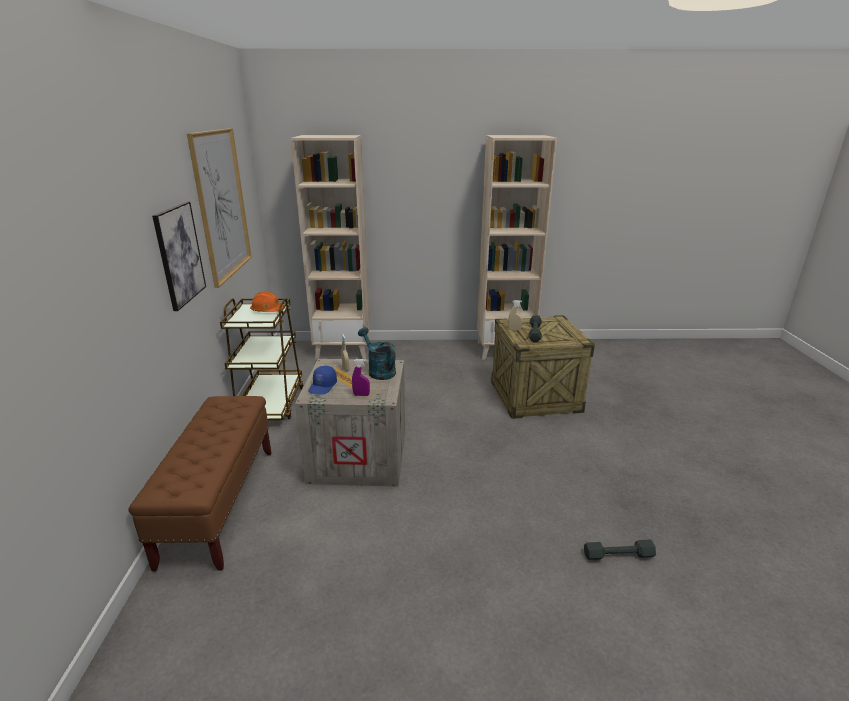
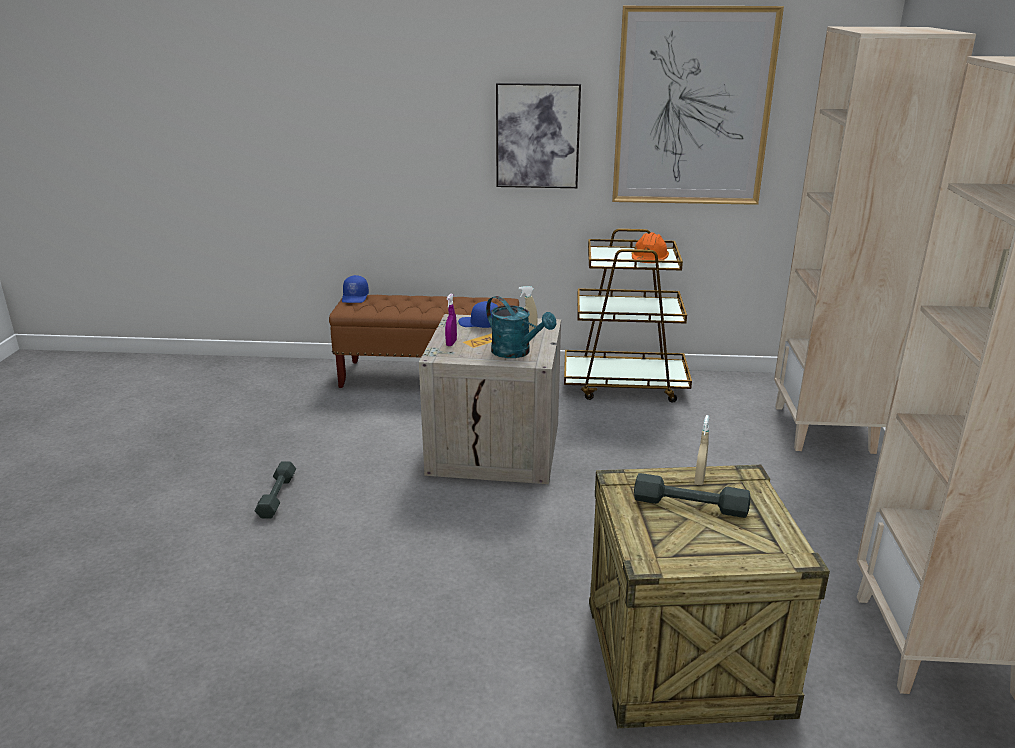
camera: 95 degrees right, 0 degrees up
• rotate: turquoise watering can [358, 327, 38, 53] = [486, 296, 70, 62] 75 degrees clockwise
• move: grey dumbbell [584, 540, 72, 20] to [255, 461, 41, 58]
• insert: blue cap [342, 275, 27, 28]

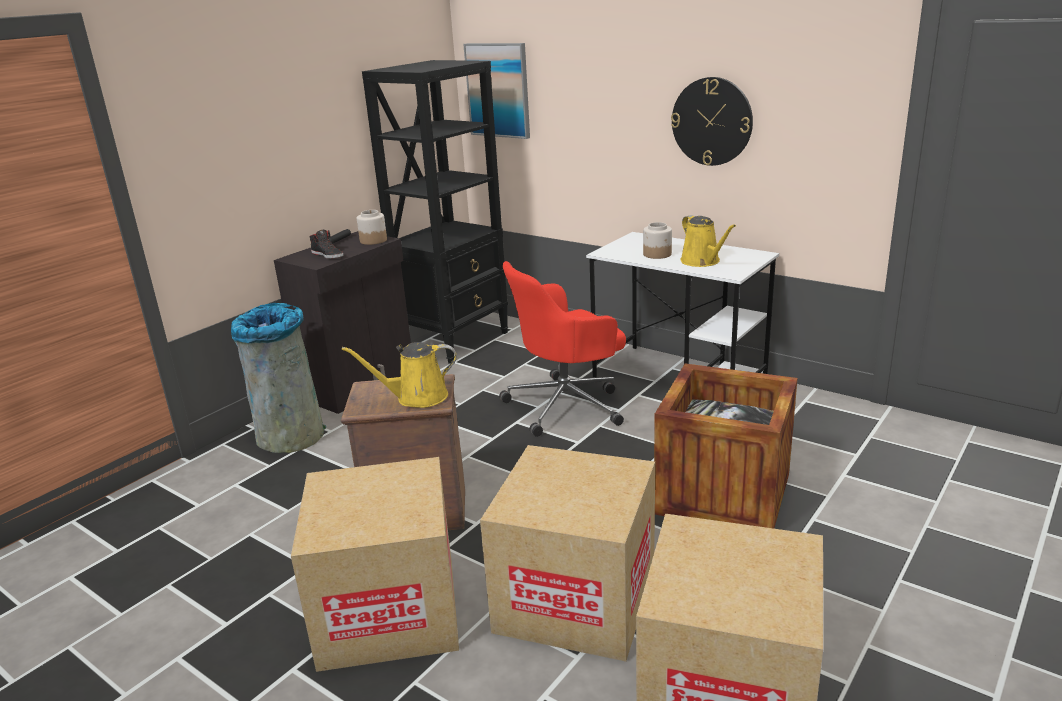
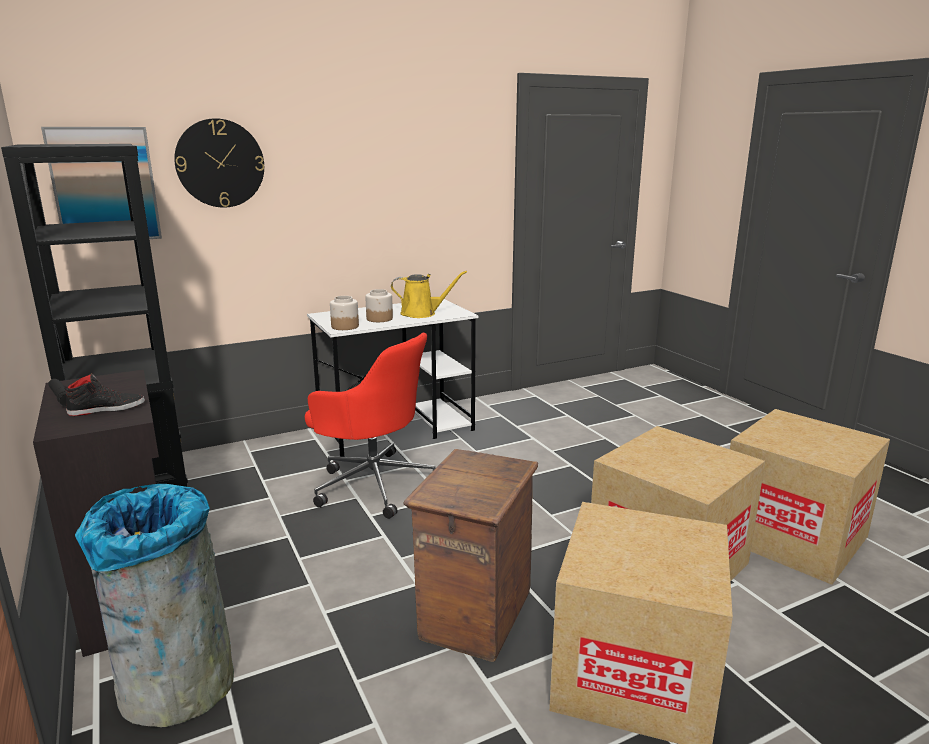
camera: 65 degrees left, 5 degrees down
• delete: yellow watering can [342, 342, 115, 66]
• move: jar [357, 210, 30, 35] to [330, 296, 29, 34]
• rotate: red office chair [499, 261, 127, 176] = [305, 333, 130, 186] 60 degrees counterclockwise
• delete: crate [654, 364, 144, 165]
• move: wall clock [671, 77, 82, 89] to [174, 118, 90, 90]

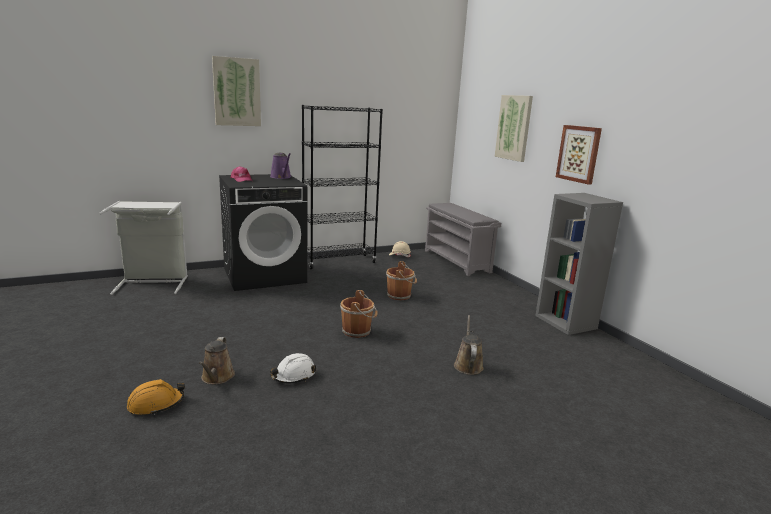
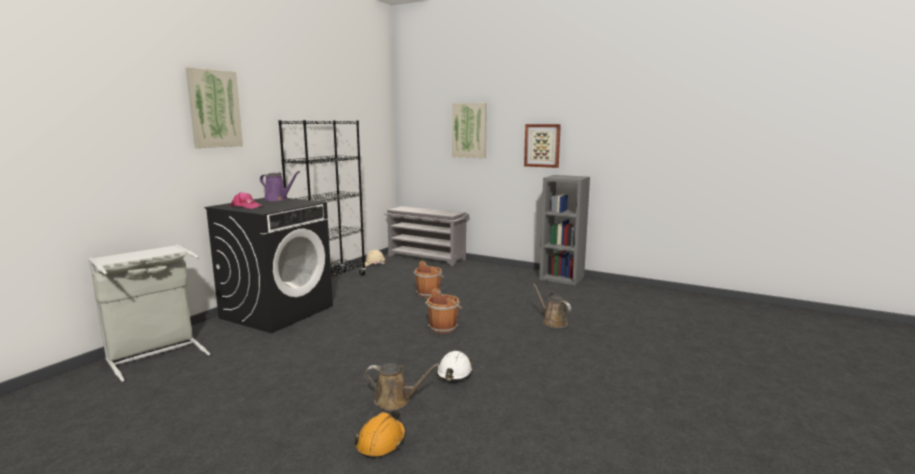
camera: 35 degrees left, 5 degrees down
• rotate: brown watering can [199, 337, 36, 47] = [365, 363, 75, 47] 45 degrees counterclockwise

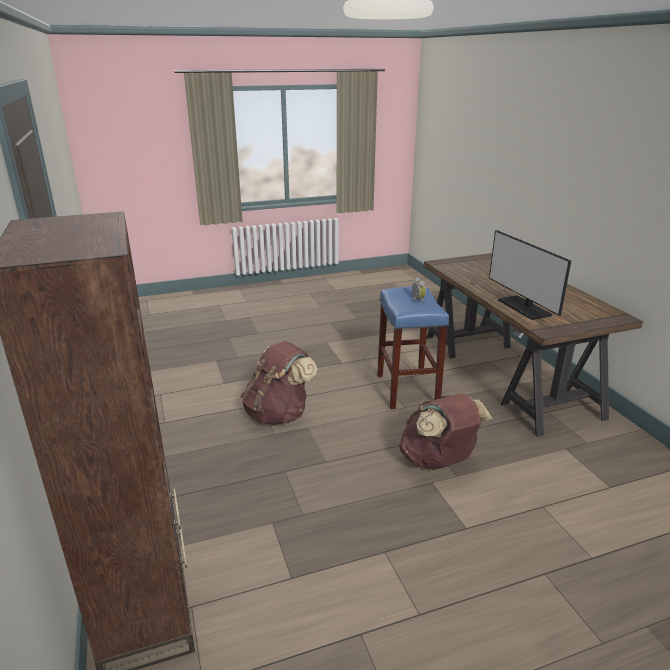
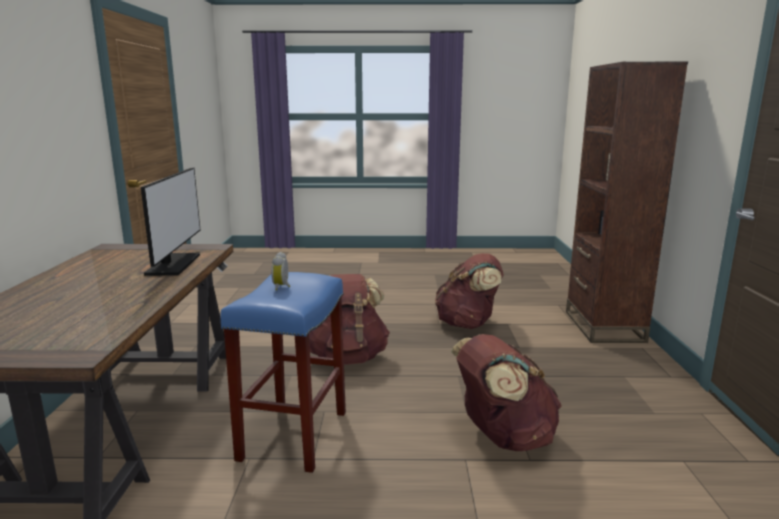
camera: 160 degrees left, 10 degrees down
• insert: brown backpack [435, 253, 69, 76]

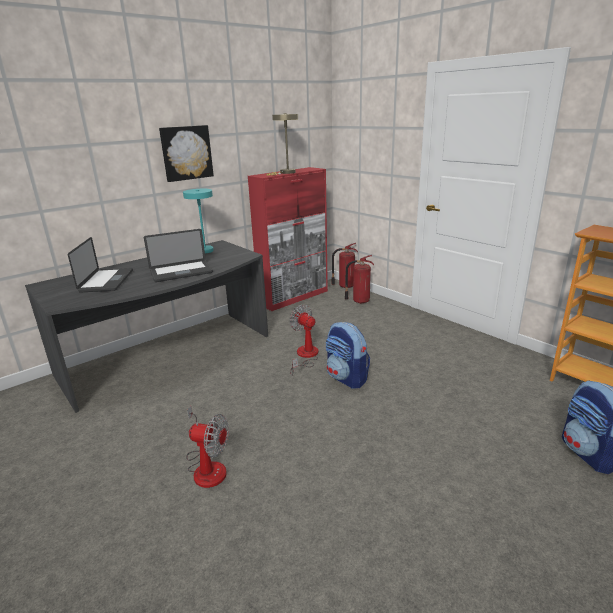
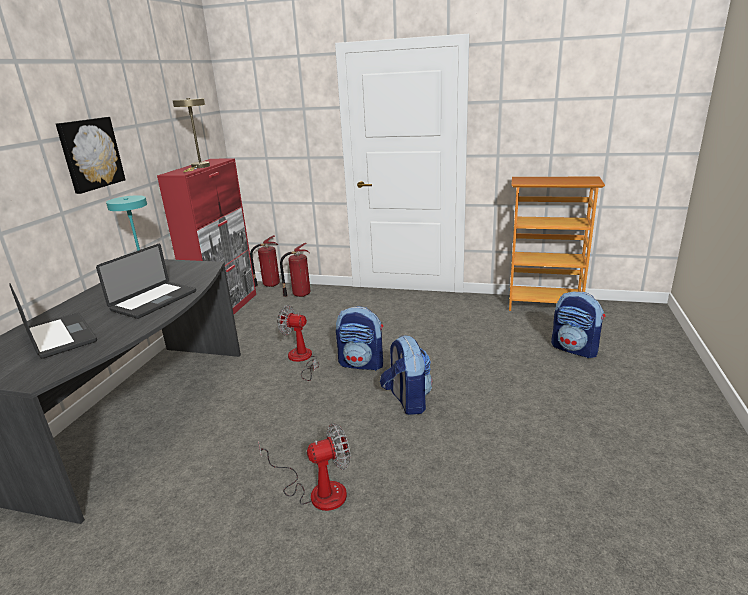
camera: 35 degrees left, 0 degrees up
• insert: backpack [380, 336, 52, 79]

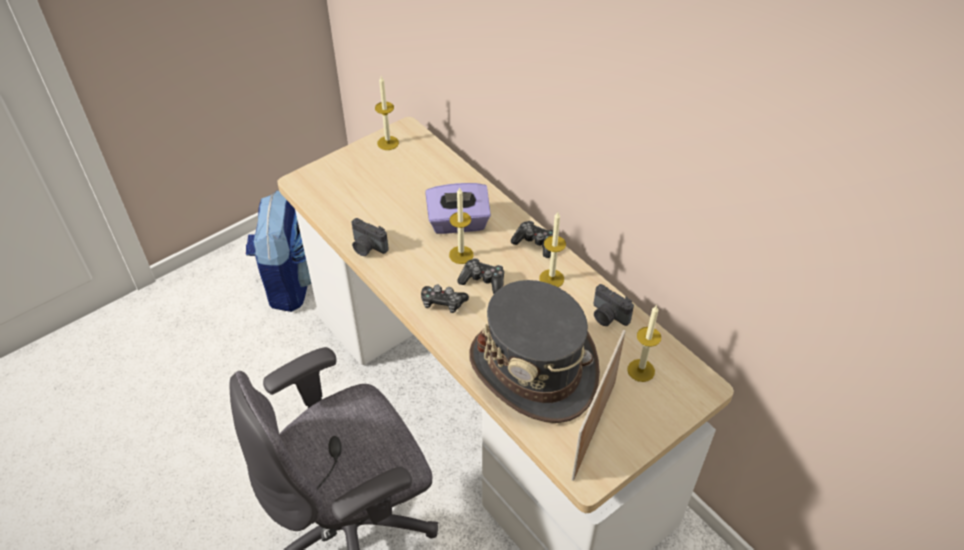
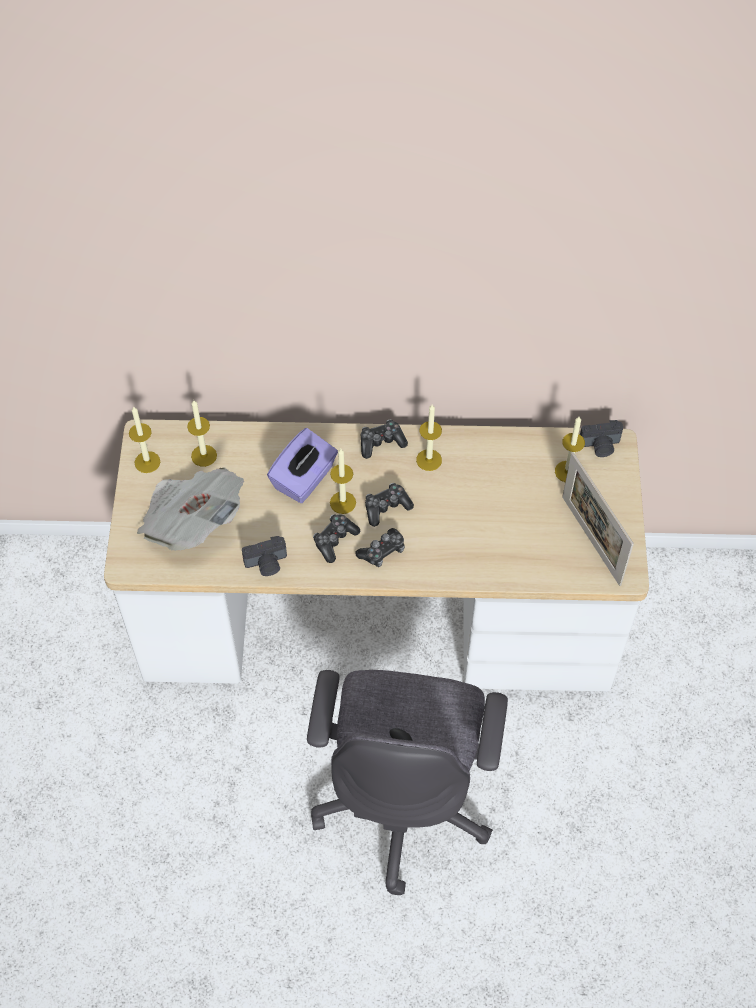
camera: 50 degrees left, 10 degrees up
• delete: backpack [246, 190, 65, 122]
• delete: grey hat [469, 280, 131, 143]
• move: photo camera [594, 284, 40, 42] to [580, 420, 43, 37]
• insert: newspaper [137, 468, 107, 83]
• insert: candle [187, 400, 30, 67]
• insert: game controller [313, 514, 47, 49]

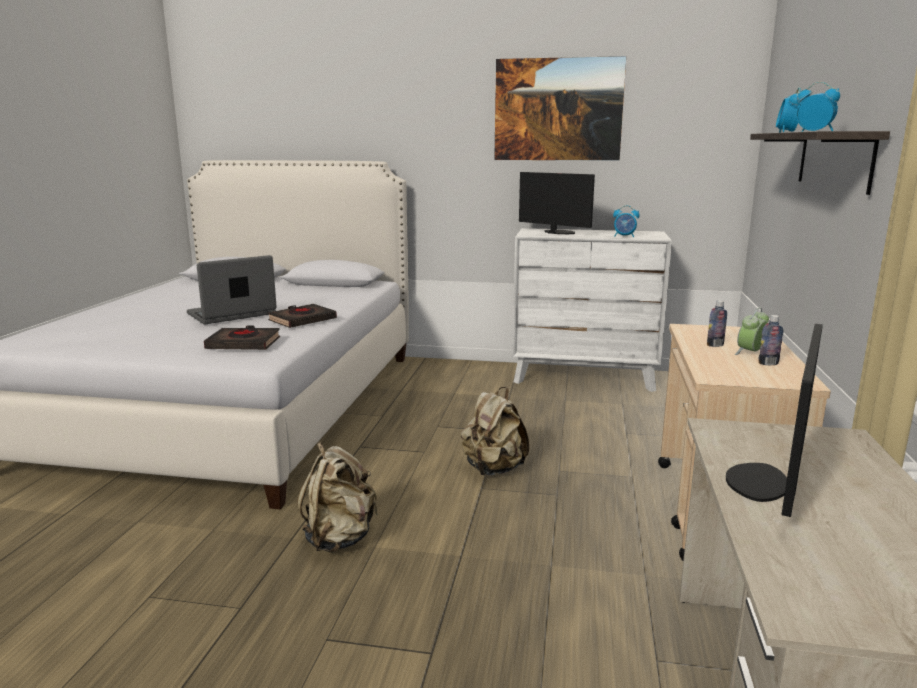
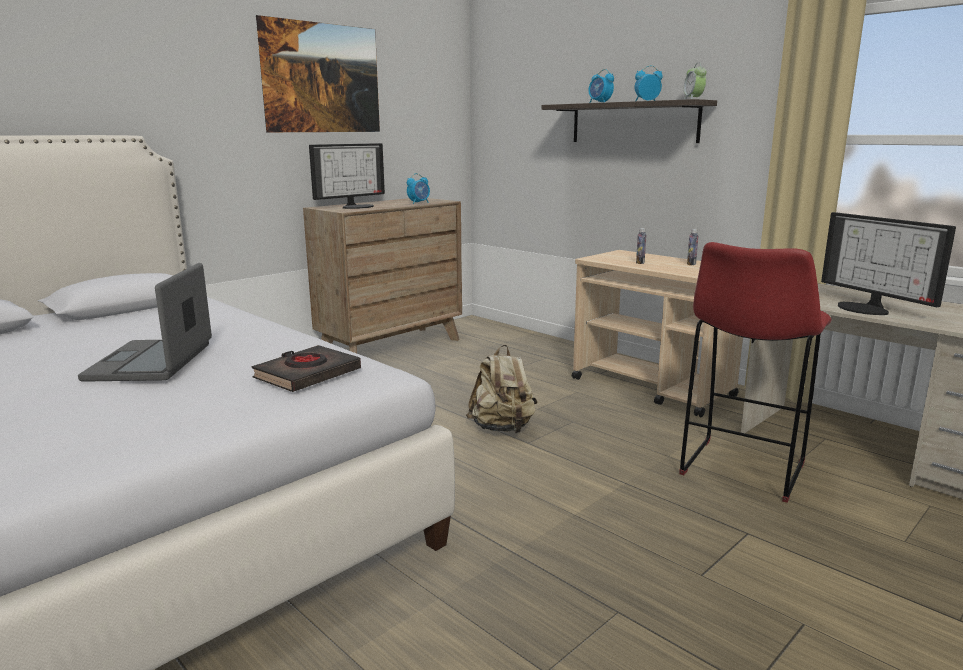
camera: 55 degrees left, 0 degrees up
• delete: black book [268, 304, 69, 24]
• delete: beige backpack [297, 442, 81, 111]
• recolor: white dresser [512, 228, 160, 164] to brown dresser [303, 198, 159, 155]
• rotate: monitor [519, 172, 76, 62] = [309, 143, 76, 66] 150 degrees clockwise
• move: alarm clock [735, 308, 34, 47] to [683, 62, 24, 38]
• insert: red stool [679, 242, 152, 261]

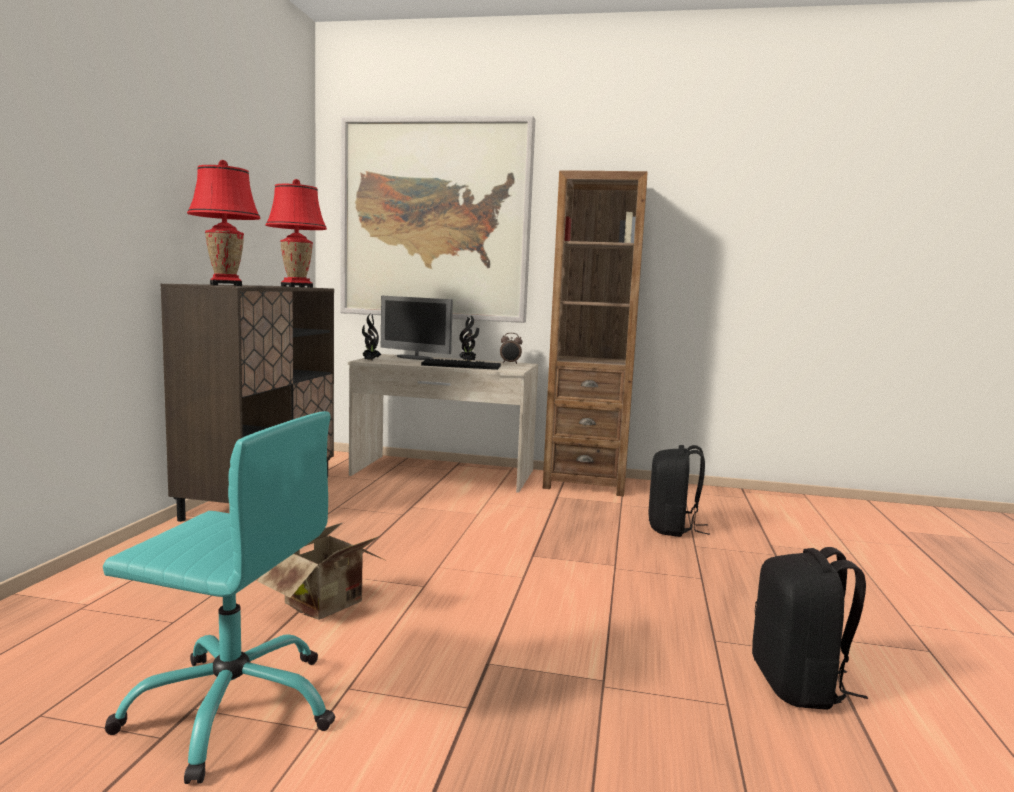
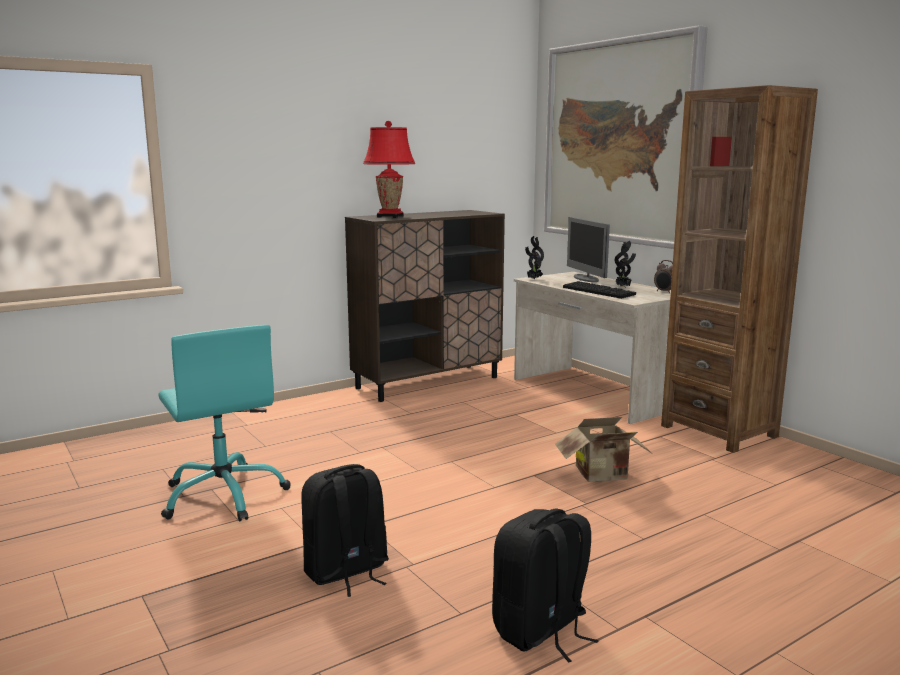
camera: 45 degrees right, 5 degrees up
• move: cardboard box [257, 523, 127, 97] to [555, 417, 96, 65]
• delete: red table lamp [266, 179, 61, 109]
• move: black backpack [648, 445, 61, 92] to [301, 464, 88, 133]

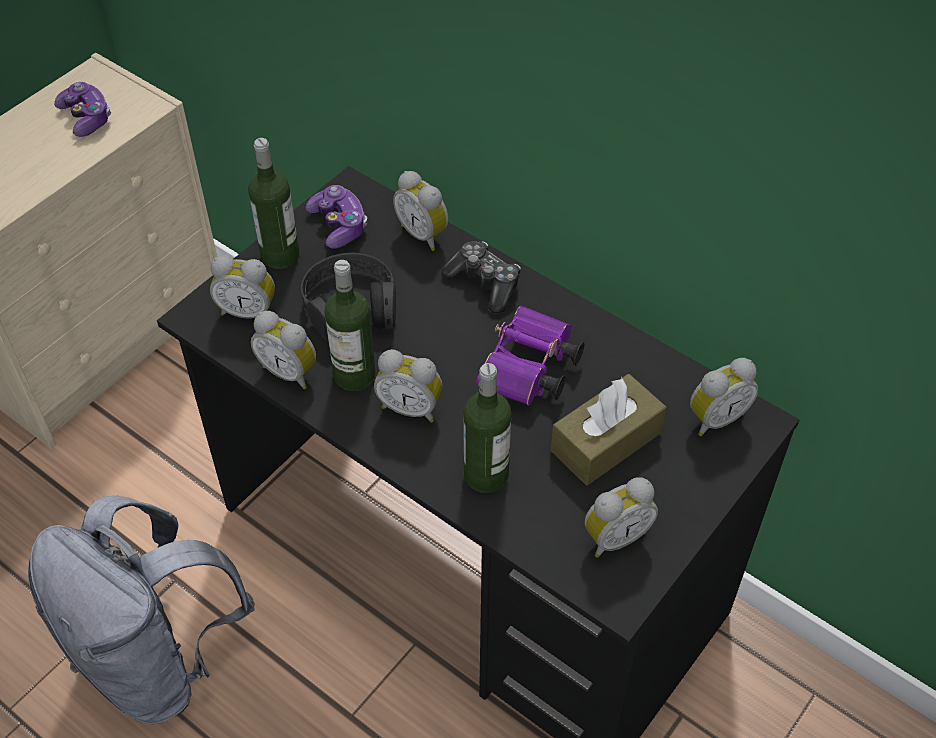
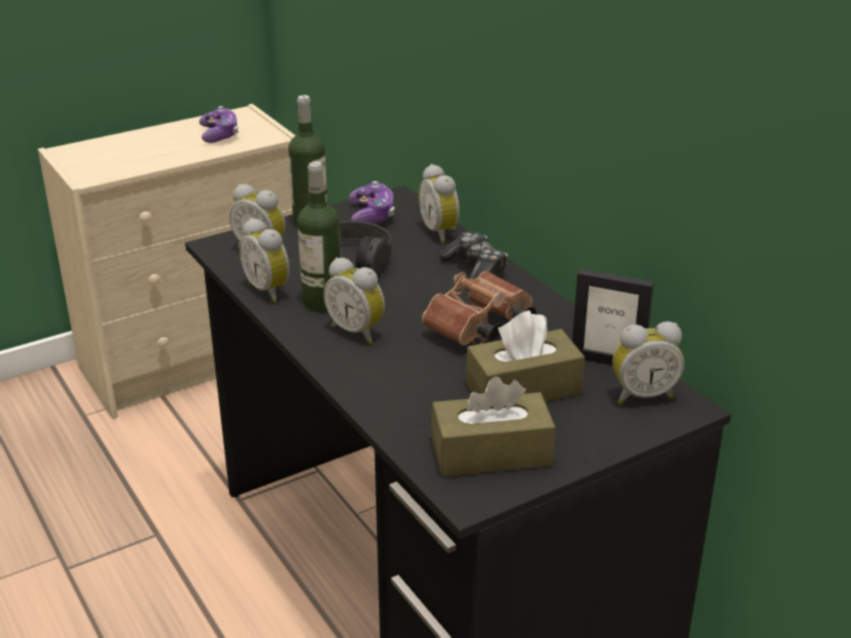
camera: 20 degrees right, 20 degrees down
• delete: grey backpack [28, 496, 227, 228]
• delete: bottle [463, 363, 48, 130]
• recolor: purple binoculars [476, 306, 109, 99] to brown binoculars [422, 271, 115, 74]
• replace: alarm clock [585, 477, 73, 81] to brown tissue box [431, 376, 124, 101]
• insert: picture frame [572, 269, 82, 96]

